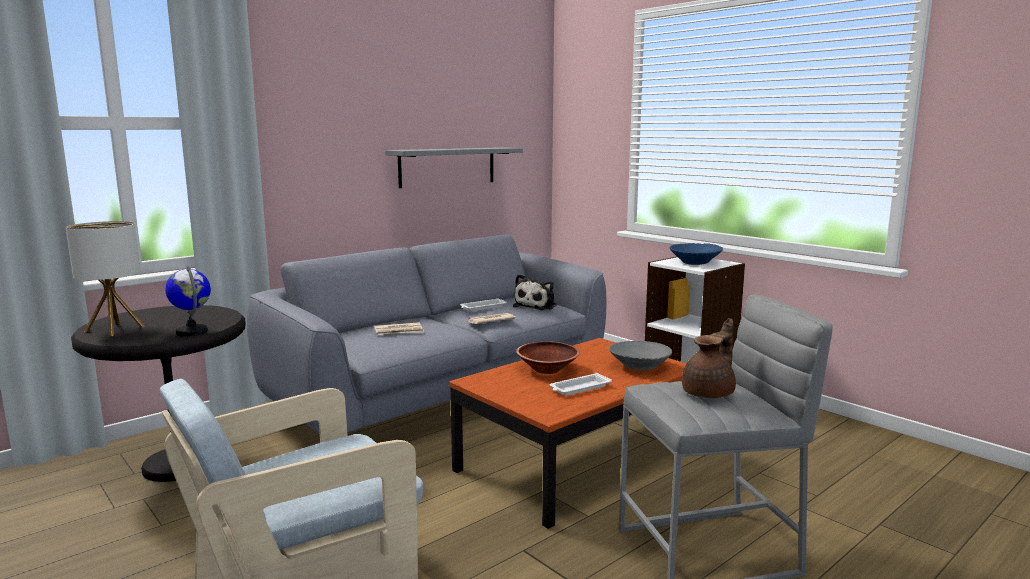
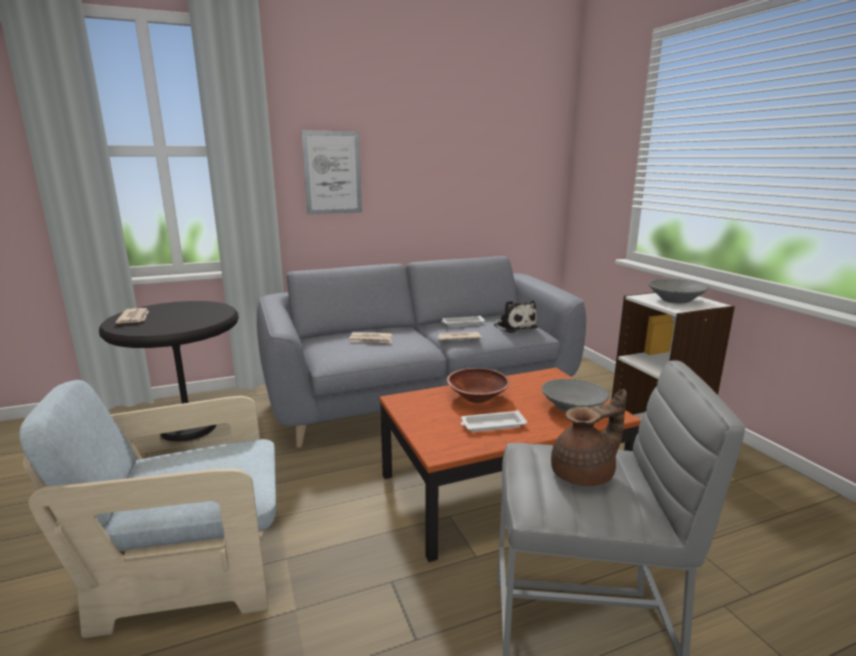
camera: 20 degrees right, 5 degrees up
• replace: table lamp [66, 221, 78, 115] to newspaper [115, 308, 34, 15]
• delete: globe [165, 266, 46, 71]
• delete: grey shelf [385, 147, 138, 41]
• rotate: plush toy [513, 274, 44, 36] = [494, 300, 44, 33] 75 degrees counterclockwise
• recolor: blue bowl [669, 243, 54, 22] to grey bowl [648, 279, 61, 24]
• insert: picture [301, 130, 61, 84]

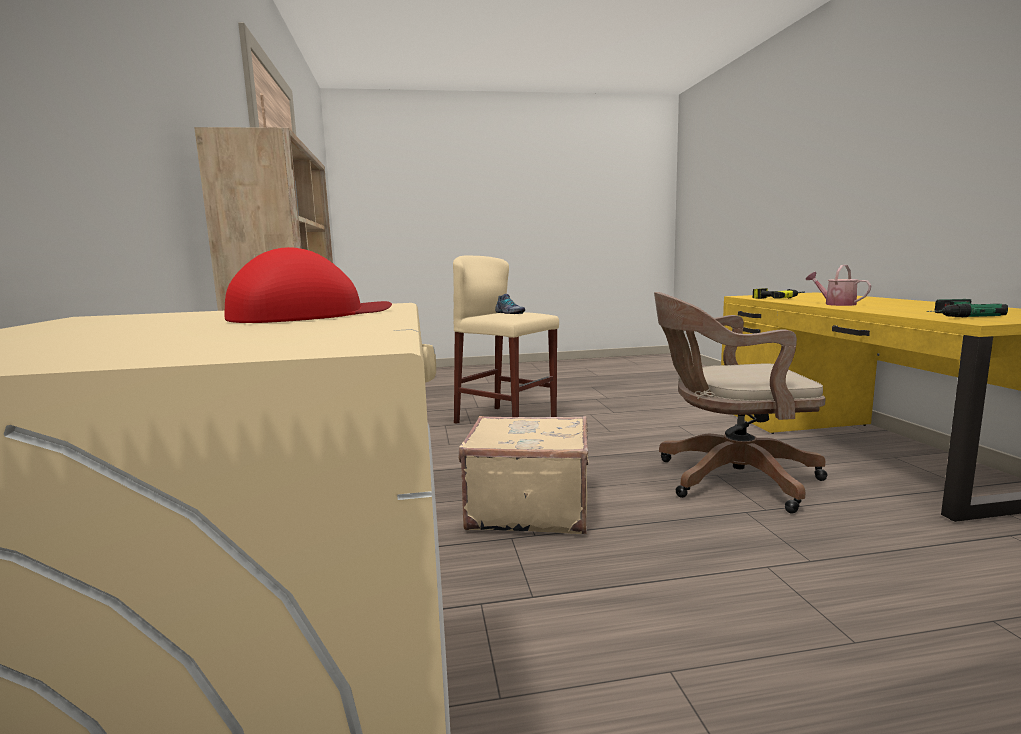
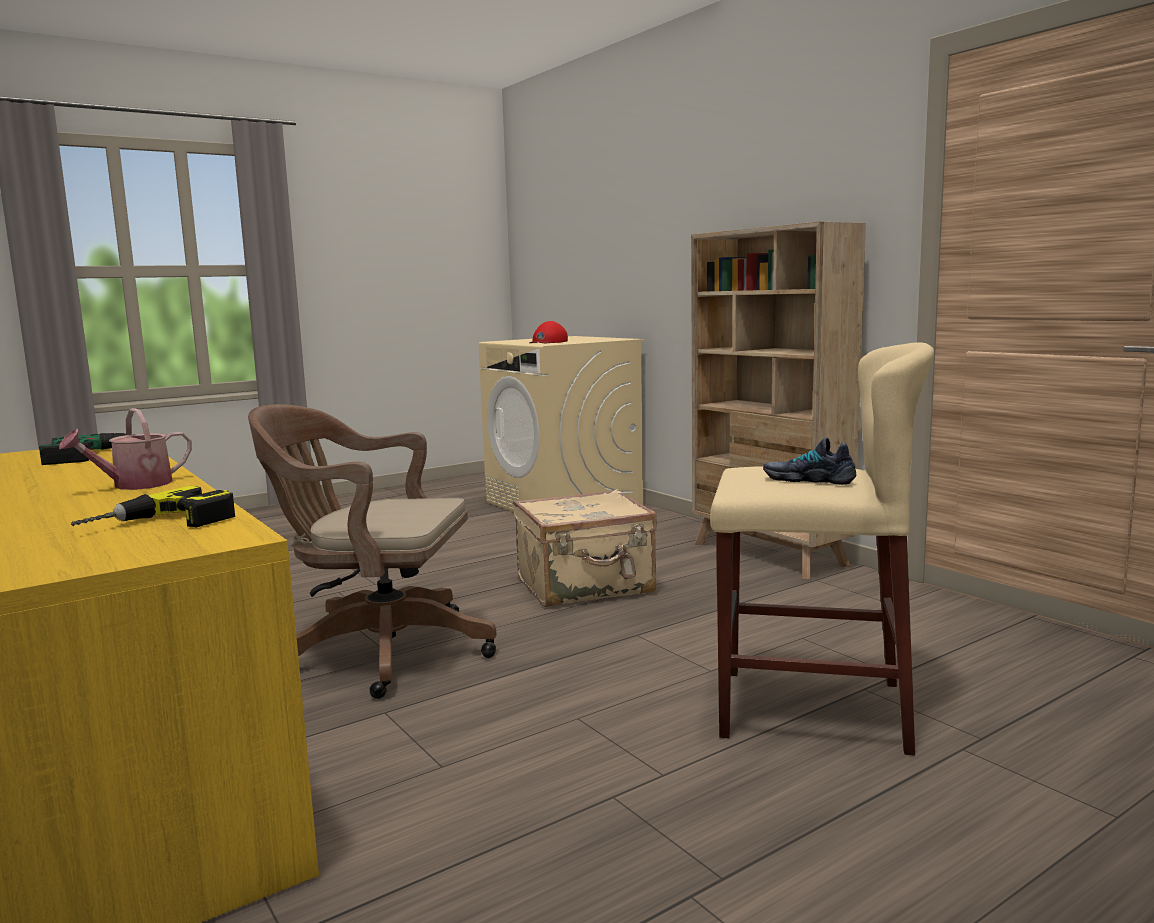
camera: 155 degrees right, 0 degrees up
• rotate: brown office chair [654, 292, 174, 221] = [248, 404, 249, 295] 150 degrees counterclockwise
• rotate: watering can [806, 265, 66, 41] = [59, 408, 133, 82] 105 degrees clockwise

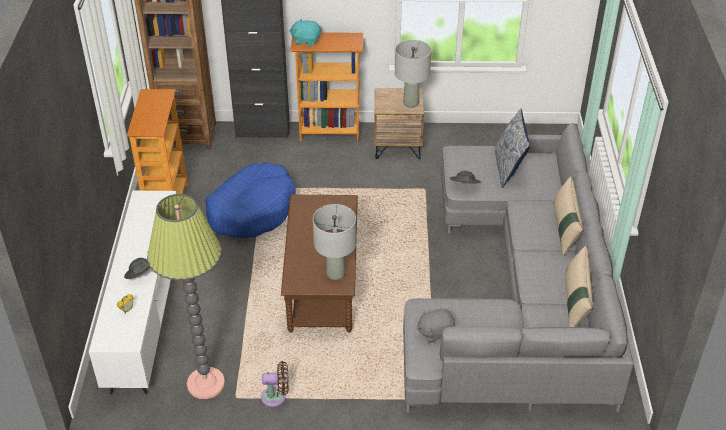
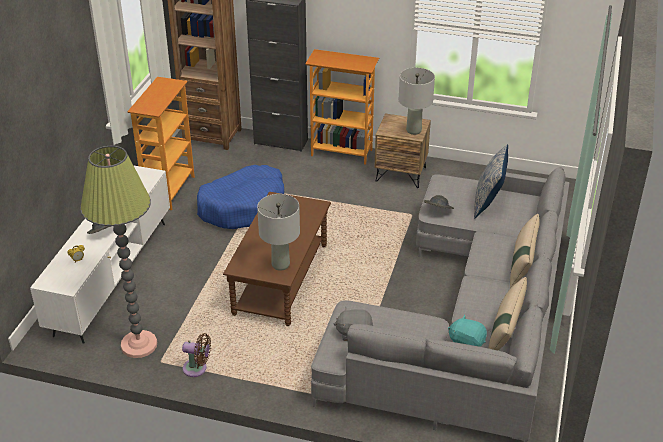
camera: 15 degrees right, 5 degrees down
• move: turquoise plush toy [289, 19, 32, 28] to [448, 315, 39, 32]

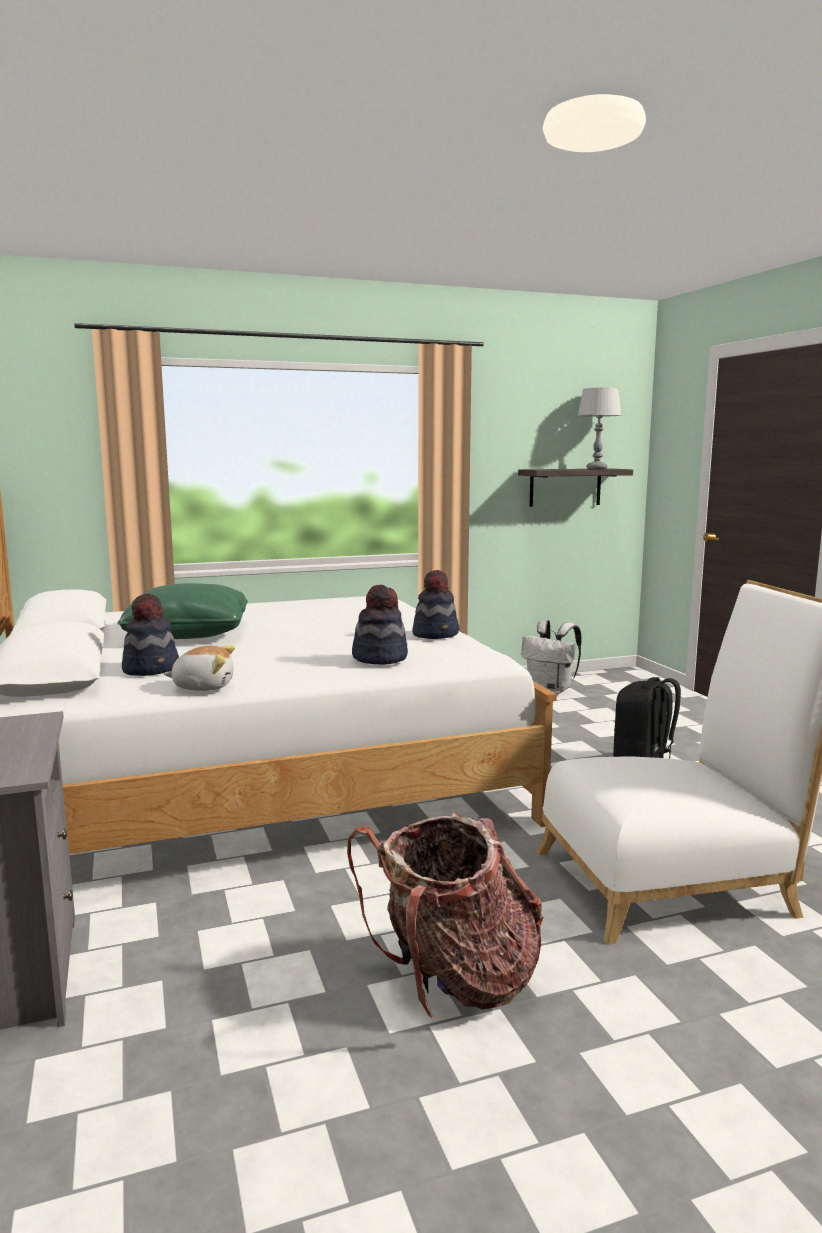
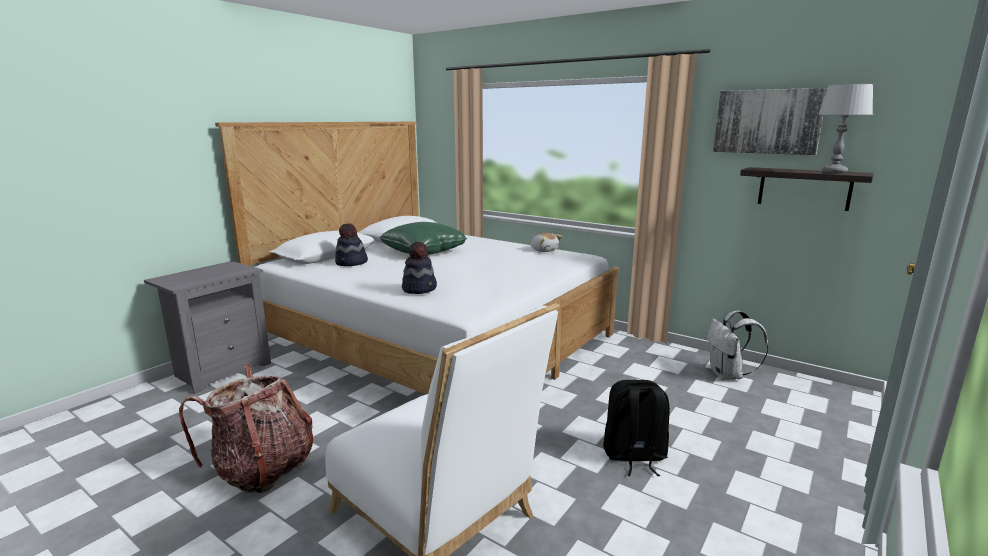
camera: 55 degrees right, 5 degrees up
• move: plush toy [164, 645, 71, 46] to [531, 233, 31, 19]
• delete: hat [412, 570, 47, 69]
• insert: picture [713, 88, 114, 67]

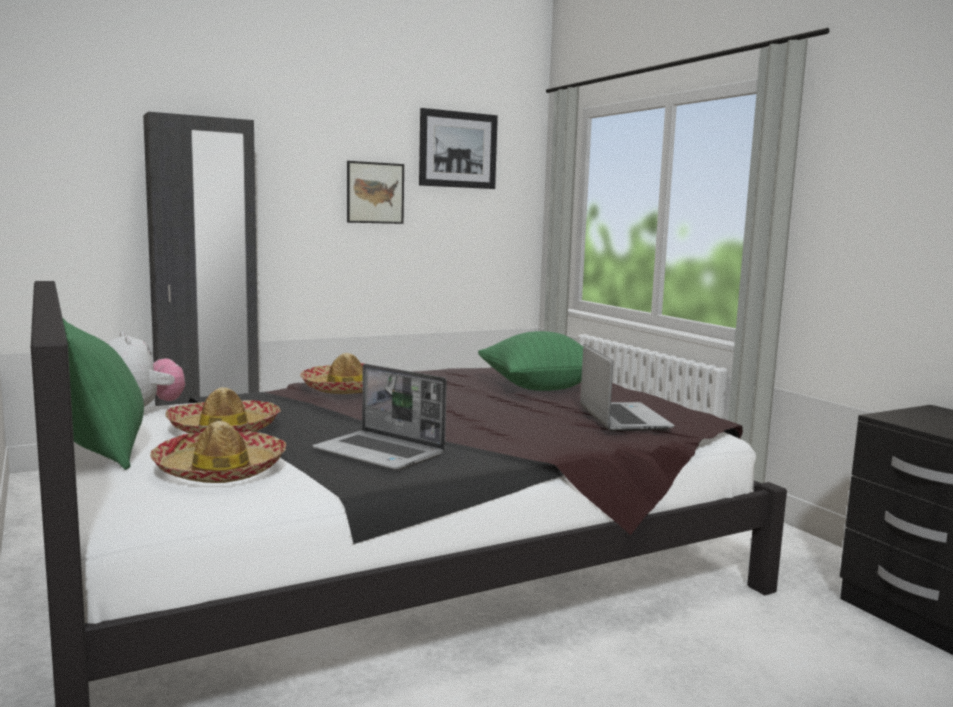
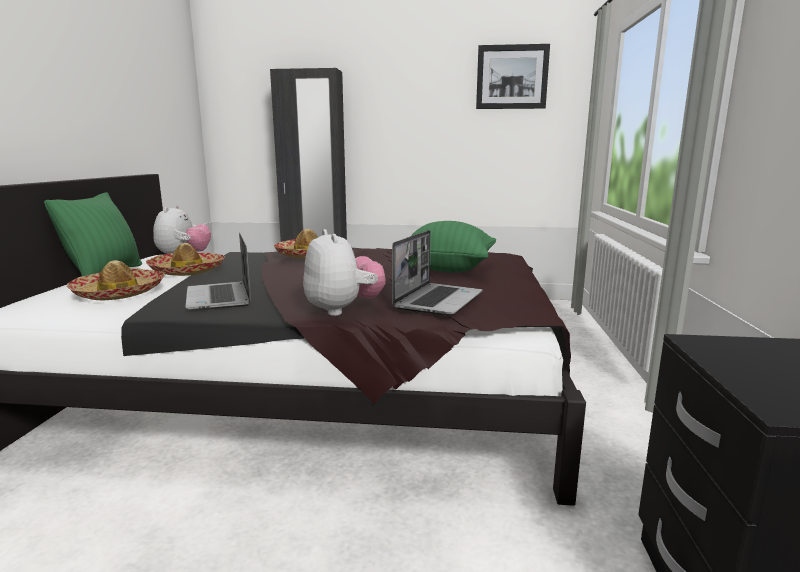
camera: 35 degrees right, 5 degrees up
• delete: picture [347, 161, 57, 63]
• insert: plush toy [303, 229, 83, 87]

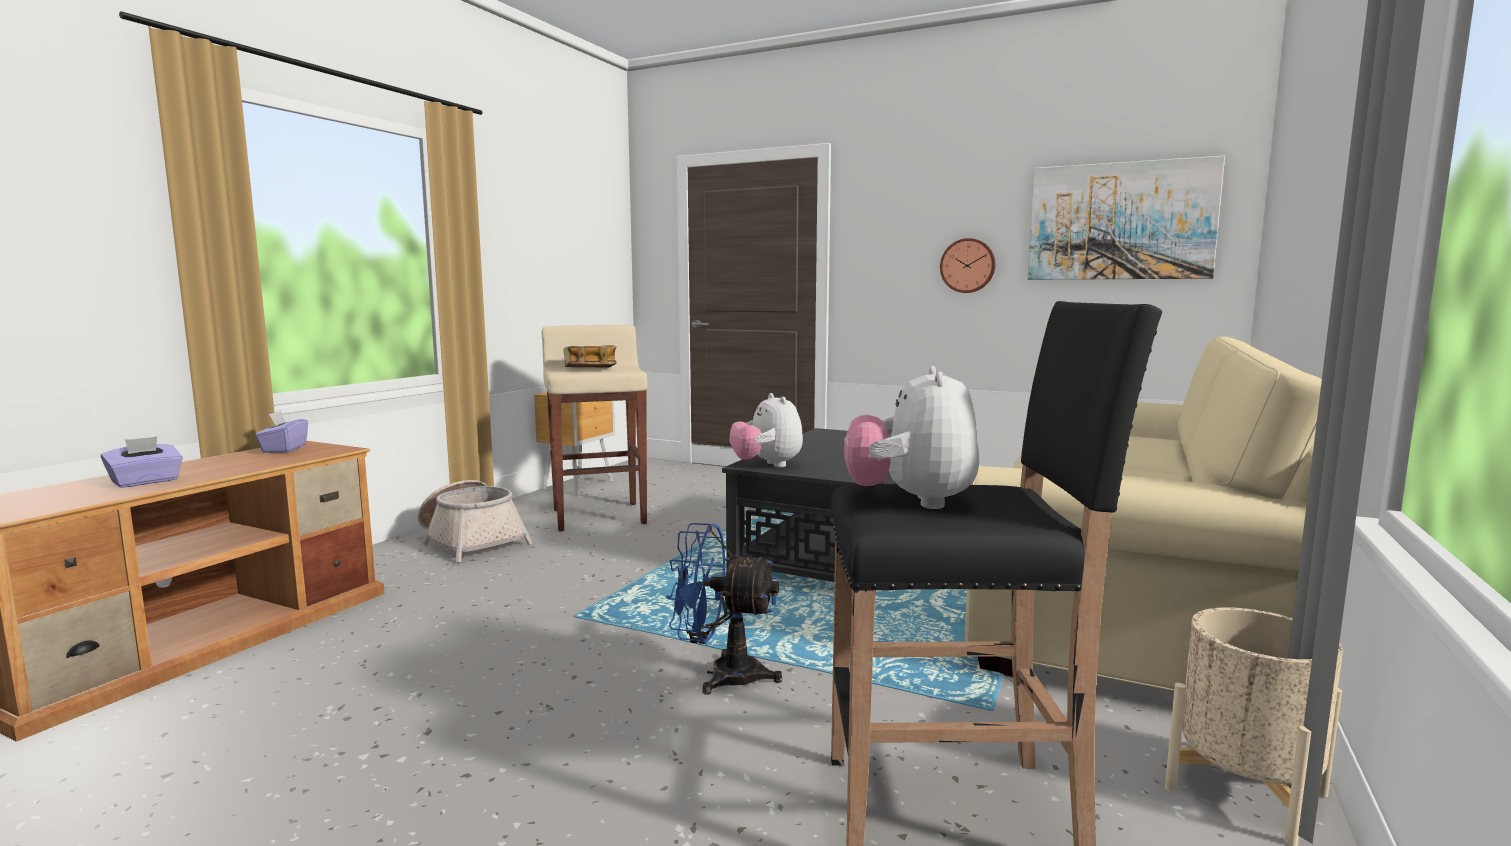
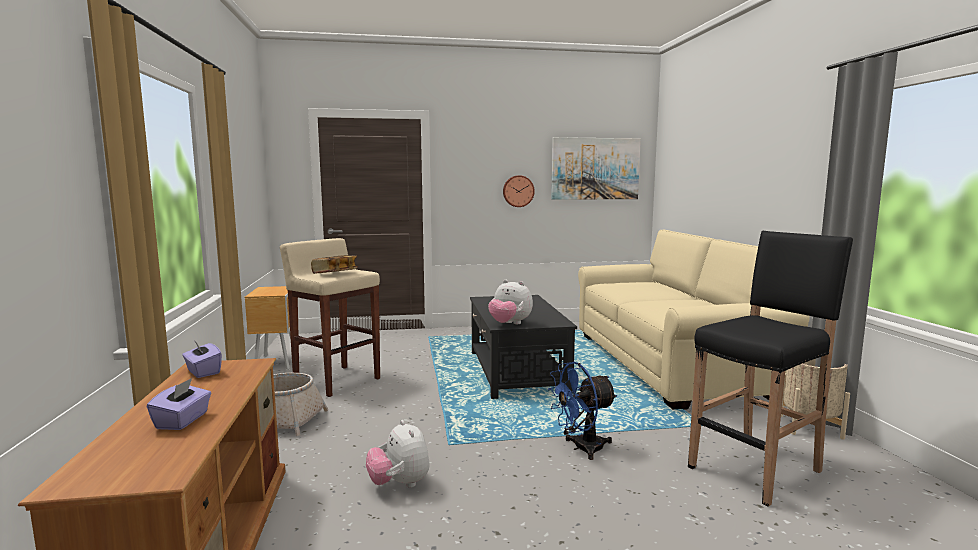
camera: 35 degrees left, 0 degrees up
• move: plush toy [844, 366, 135, 143] to [366, 420, 64, 68]

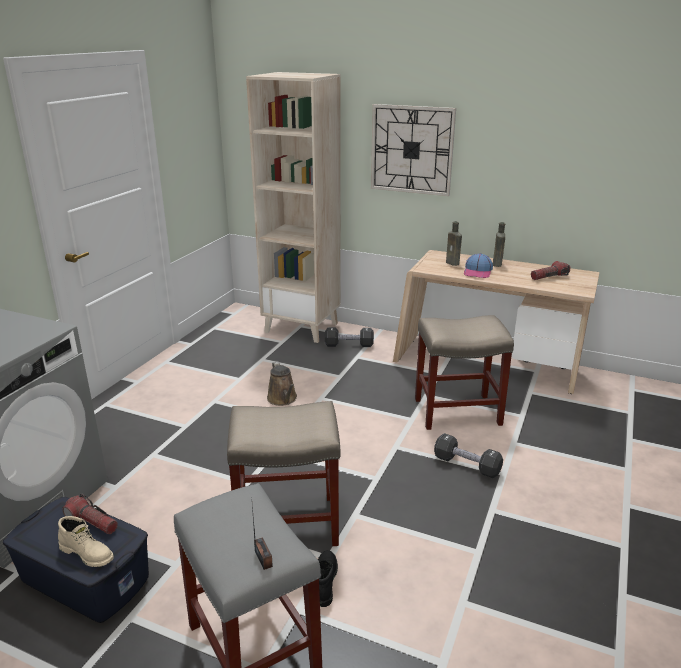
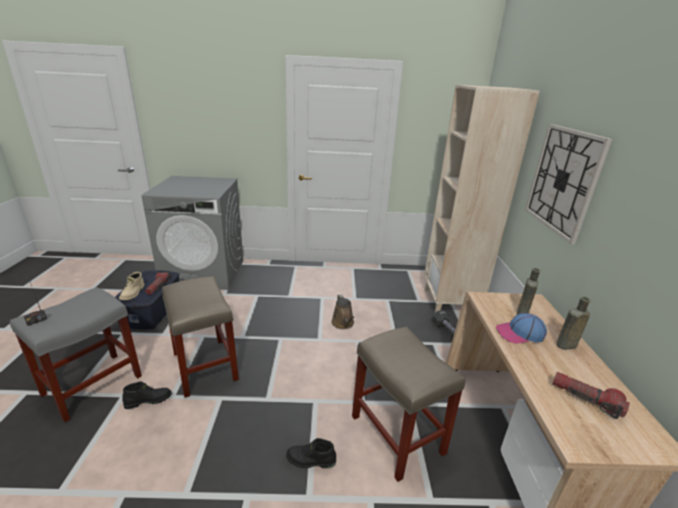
camera: 65 degrees right, 0 degrees up
• rotate: brown watering can [267, 361, 30, 45] = [331, 294, 23, 35] 60 degrees counterclockwise
• replace: black dumbbell [434, 433, 69, 45] to black boot [286, 438, 50, 30]

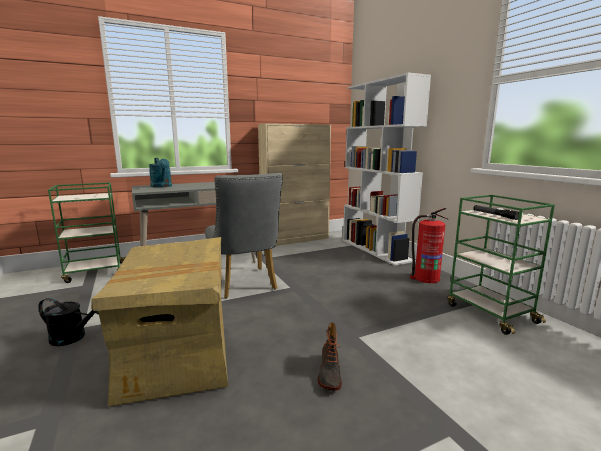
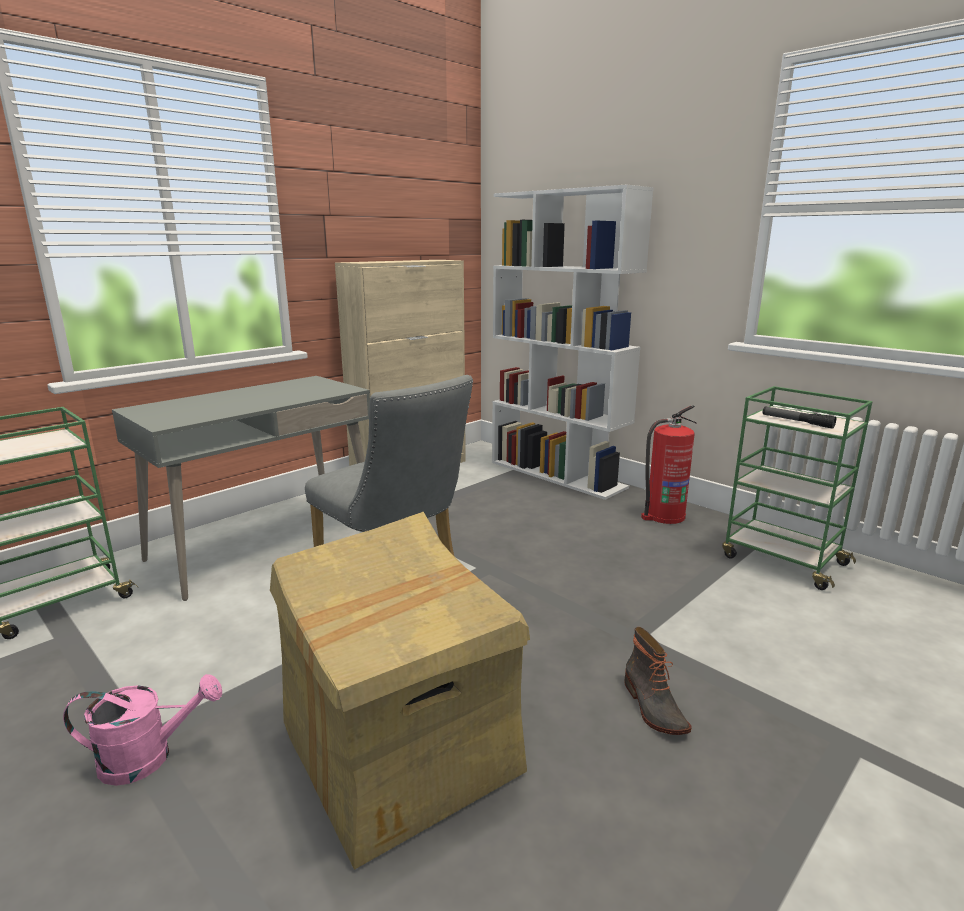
camera: 20 degrees left, 5 degrees up
• recolor: black watering can [38, 298, 61, 48] to pink watering can [63, 674, 159, 112]
• delete: turquoise watering can [149, 158, 23, 30]

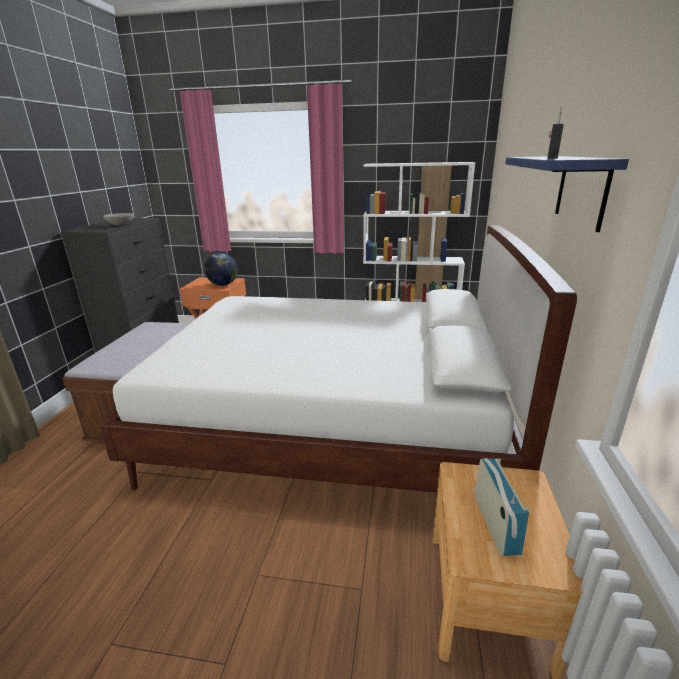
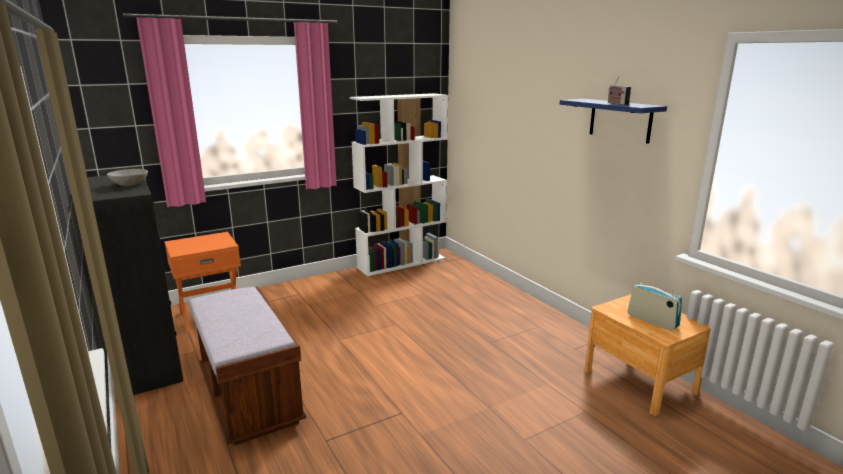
camera: 40 degrees left, 5 degrees down
• delete: white bed [99, 226, 478, 267]
• delete: globe [204, 253, 34, 33]

